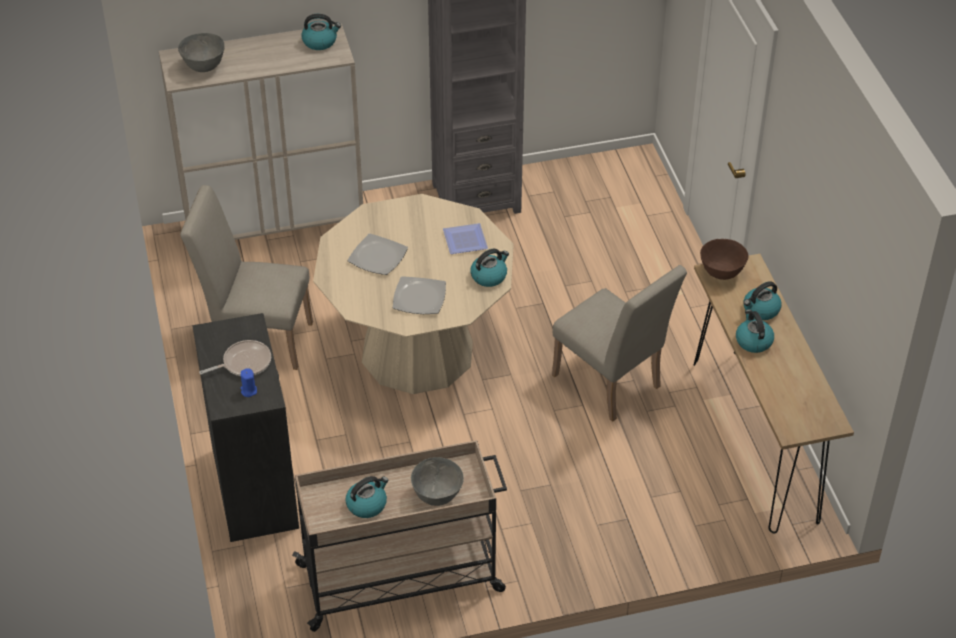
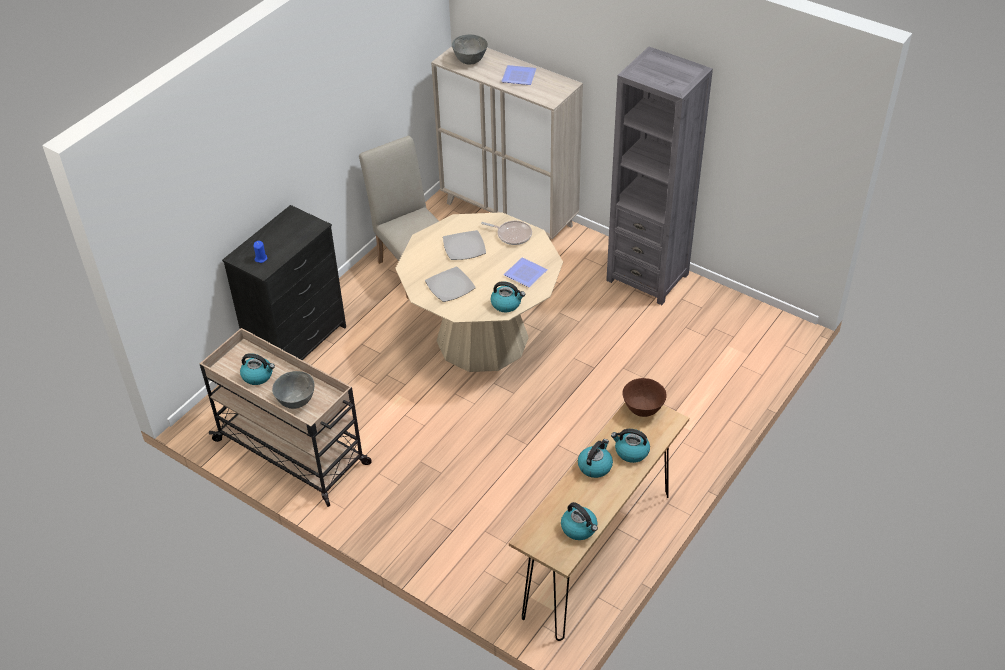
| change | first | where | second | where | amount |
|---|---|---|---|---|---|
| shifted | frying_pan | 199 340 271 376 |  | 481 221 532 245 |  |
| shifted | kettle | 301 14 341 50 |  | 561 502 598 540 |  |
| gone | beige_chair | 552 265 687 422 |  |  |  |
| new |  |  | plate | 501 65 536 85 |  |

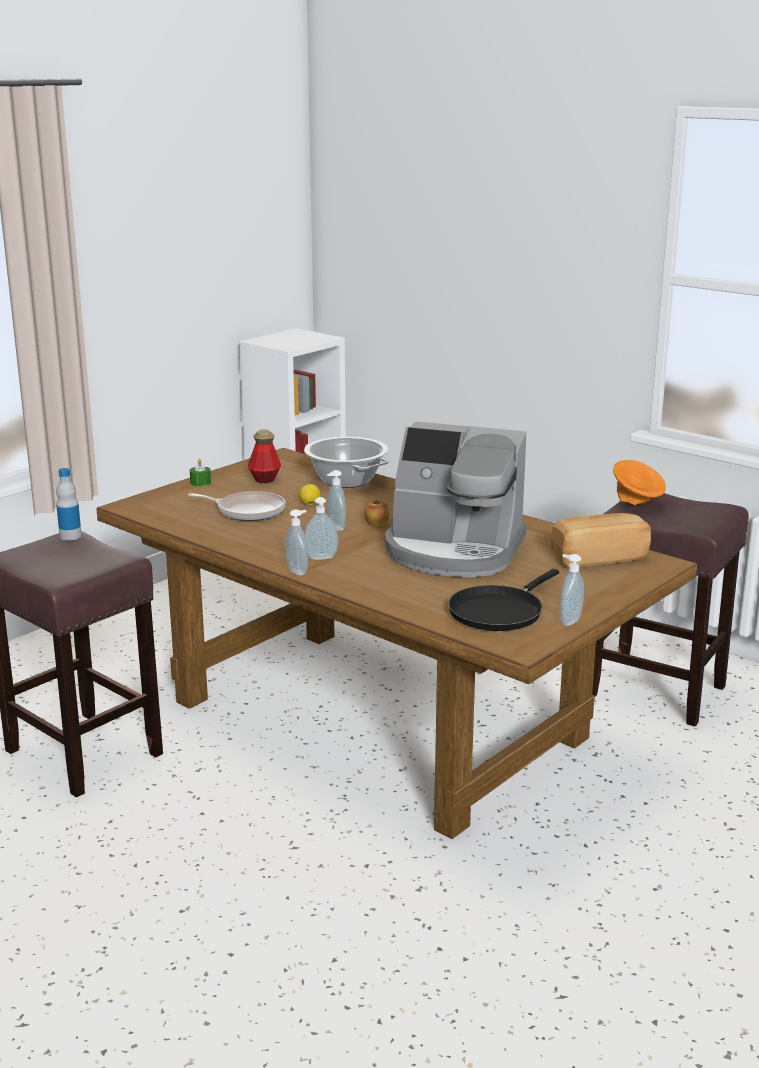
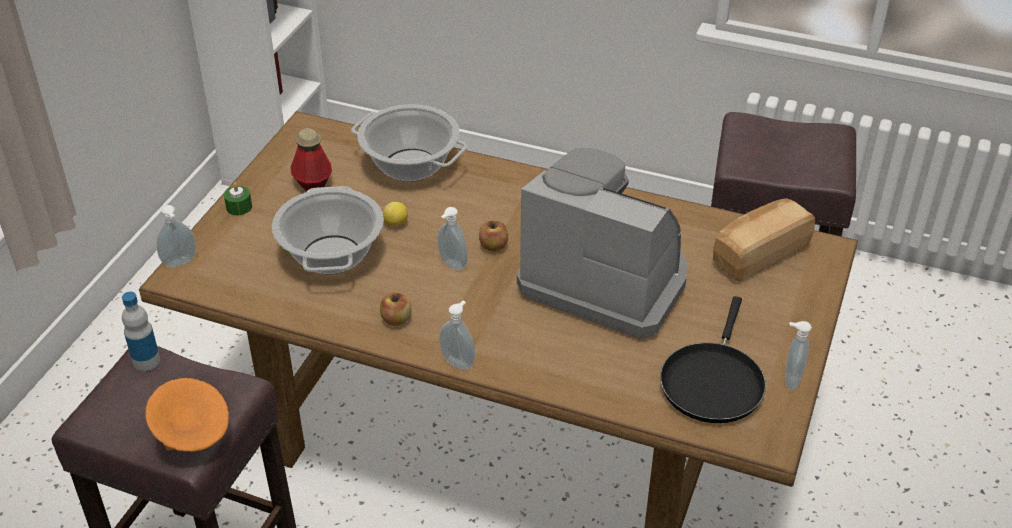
| change | first | where | second | where | amount |
|---|---|---|---|---|---|
| swapped | frying_pan | 188 491 285 521 | cooking_pot | 272 186 384 274 |  |
| shifted | soap_dispenser | 304 497 338 560 |  | 157 205 196 268 |  |
| rotated | coffee_machine | 385 422 527 577 |  | 517 148 687 339 | 150 degrees counterclockwise |
| shifted | orange_bowl | 613 460 666 505 |  | 145 378 229 452 |  |
| new |  |  | apple | 380 292 411 326 |  |

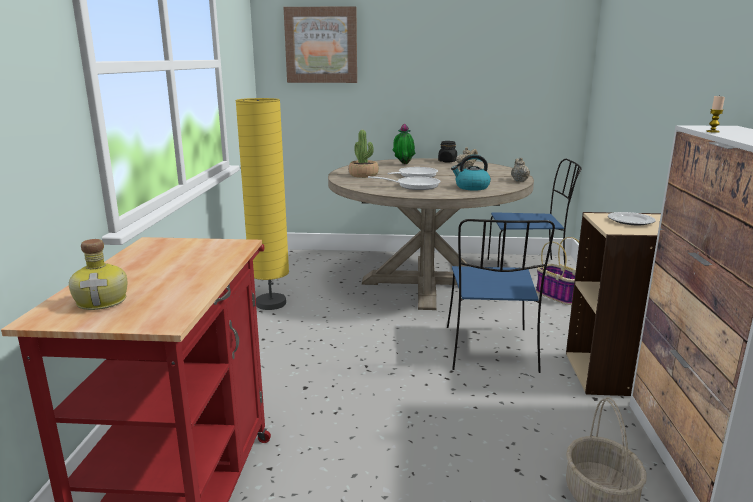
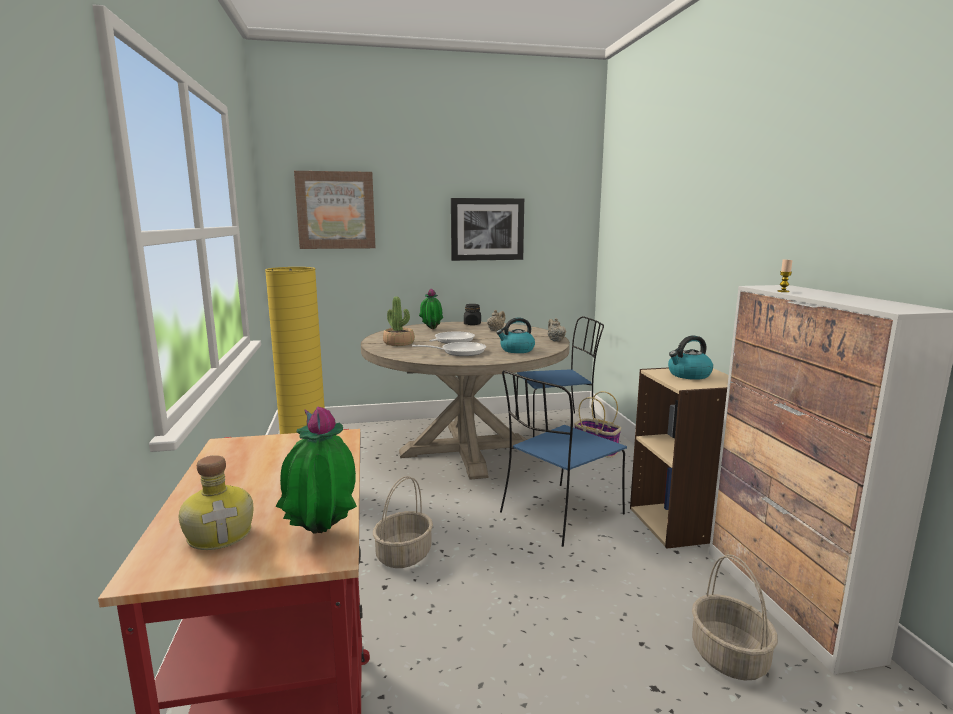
| change | first | where | second | where | amount |
|---|---|---|---|---|---|
| rotated | blue_chair | 447 219 555 373 |  | 500 370 627 547 | 60 degrees clockwise |
| swapped | plate | 608 212 656 225 | kettle | 668 335 713 380 |  |
| new |  |  | potted_plant | 276 406 357 534 |  |
| new |  |  | basket | 373 476 433 568 |  |
| new |  |  | picture | 451 198 524 261 |  |

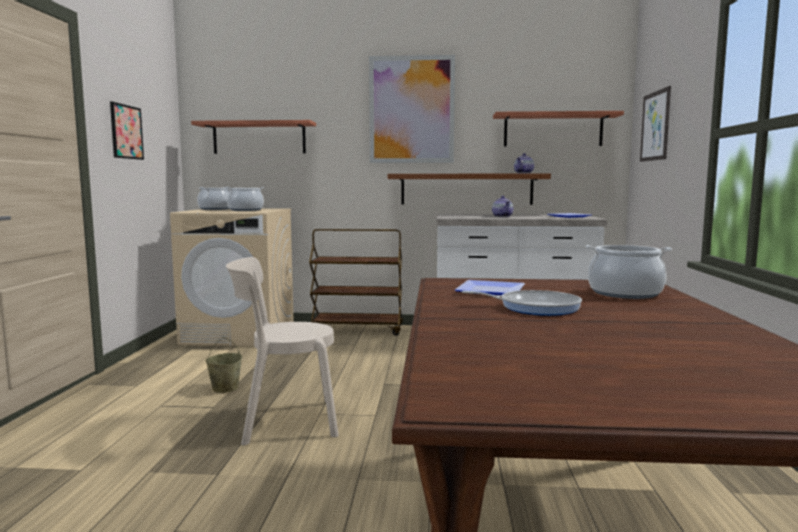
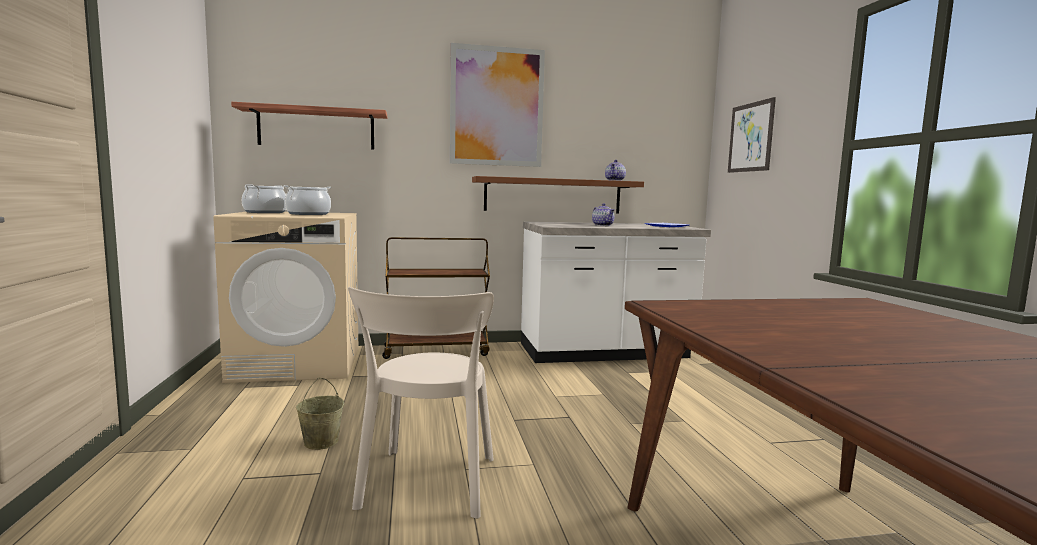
| change | first | where | second | where | amount |
|---|---|---|---|---|---|
| gone | picture | 110 102 144 160 |  |  |  |
| rotated | beige_chair | 226 257 339 446 |  | 348 287 494 518 | 60 degrees counterclockwise |
| gone | plate | 455 280 525 295 |  |  |  |
| gone | frying_pan | 462 290 582 316 |  |  |  |
| gone | shelf | 493 111 624 147 |  |  |  |
| gone | cooking_pot | 586 245 672 299 |  |  |  |

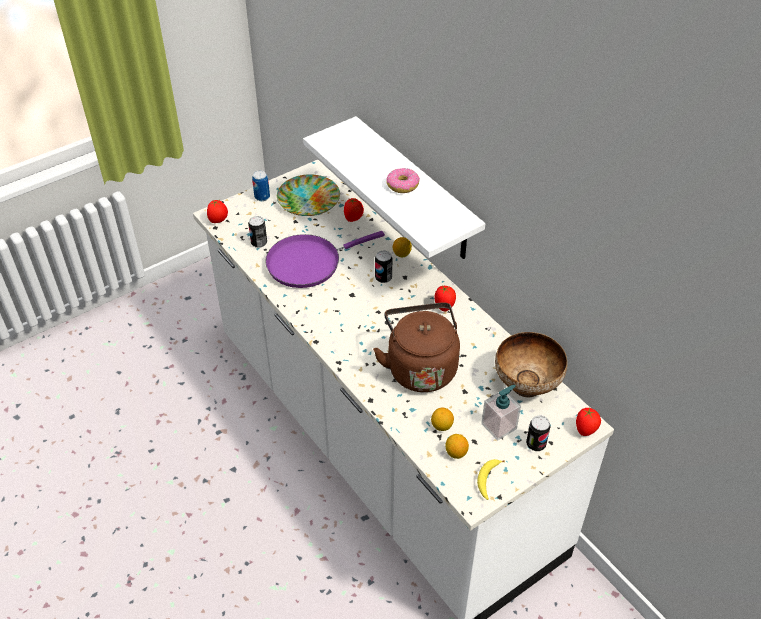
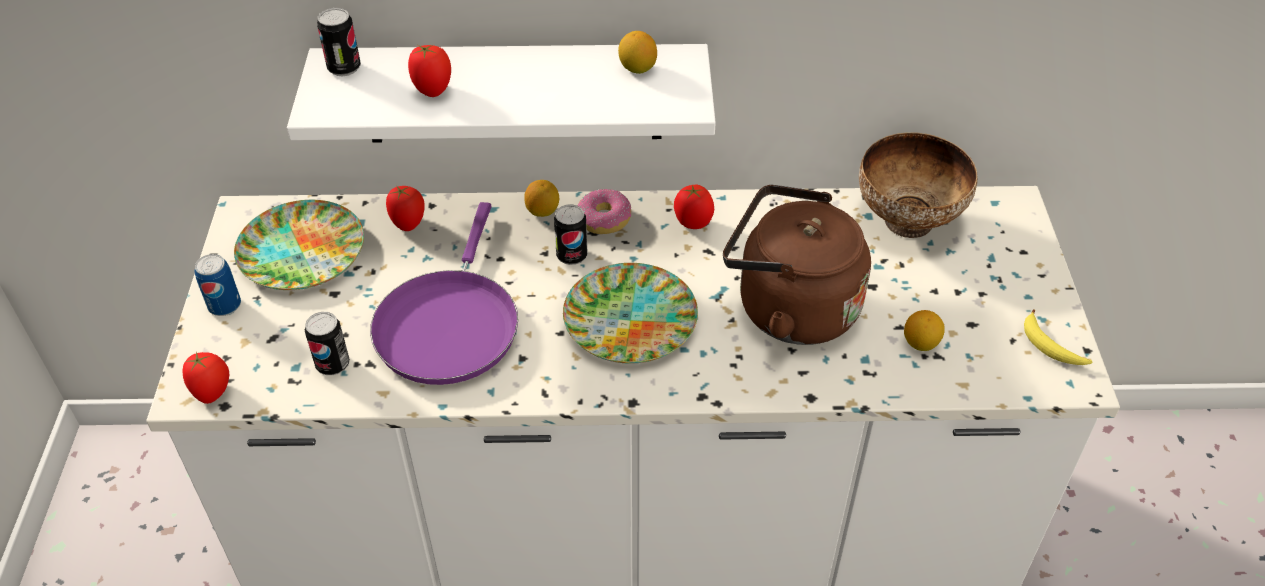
| change | first | where | second | where | amount |
|---|---|---|---|---|---|
| shifted | donut | 386 168 420 193 |  | 578 189 631 234 |  |
| shifted | lemon | 445 434 469 459 |  | 618 31 657 74 |  |
| gone | soap_dispenser | 481 385 521 441 |  |  |  |
| shifted | can | 526 415 551 451 |  | 317 8 361 76 |  |
| shifted | tomato | 576 408 601 436 |  | 408 45 451 97 |  |
| new |  |  | plate | 563 263 698 364 |  |

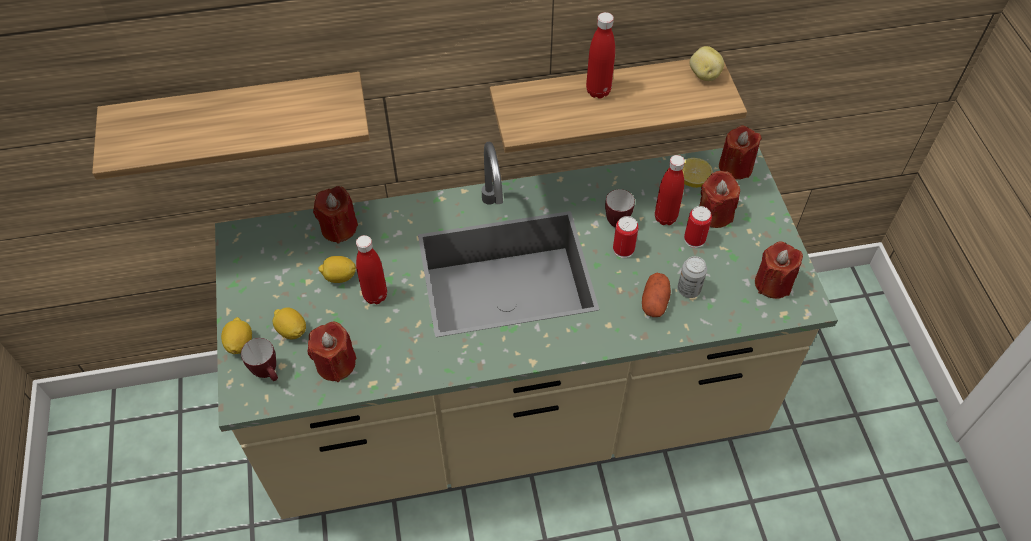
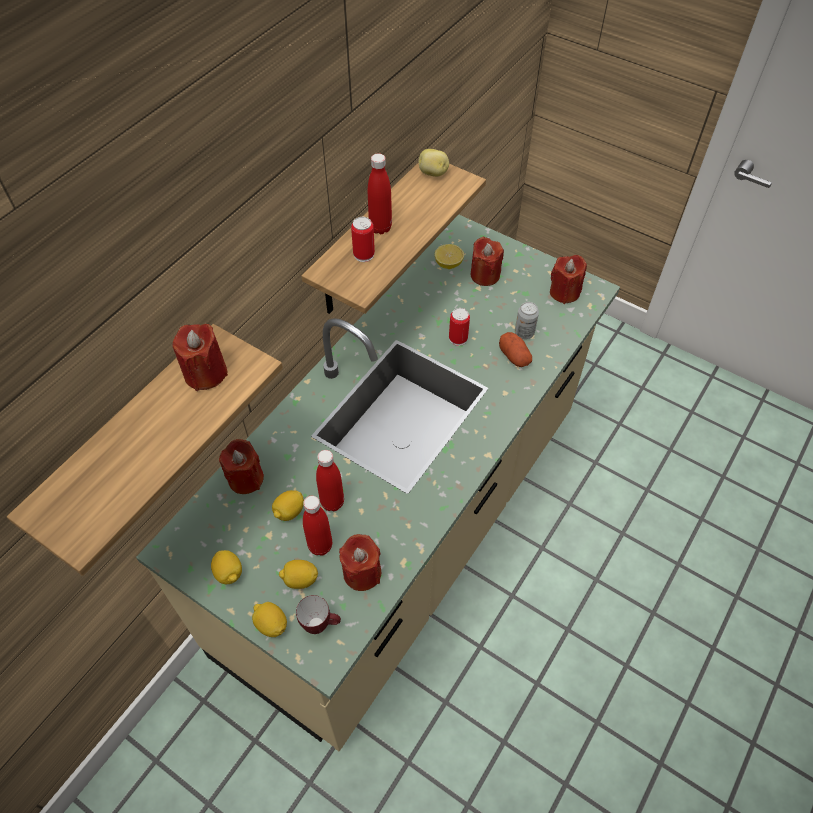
| change | first | where | second | where | amount |
|---|---|---|---|---|---|
| gone | mug | 605 189 635 228 |  |  |  |
| shifted | red_bottle | 655 155 685 225 |  | 303 496 332 556 |  |
| shifted | can | 684 206 712 248 |  | 351 217 375 262 |  |
| shifted | red_candle | 719 126 762 179 |  | 172 324 228 391 |  |
| new |  |  | lemon | 211 550 242 584 |  |

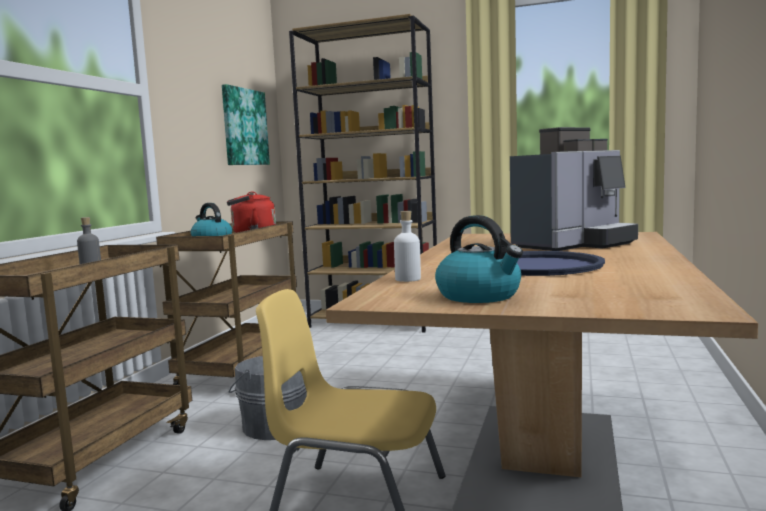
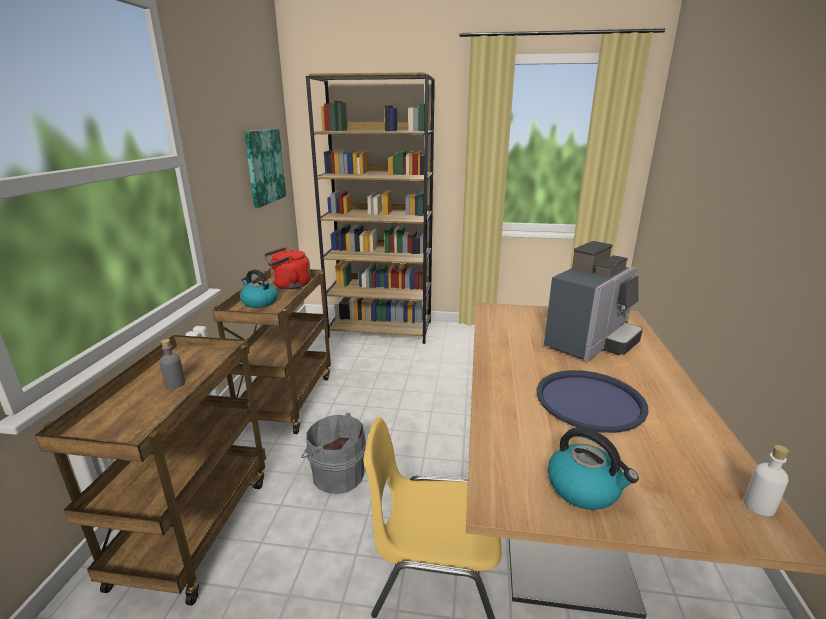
| change | first | where | second | where | amount |
|---|---|---|---|---|---|
| shifted | white_bottle | 394 211 421 282 |  | 744 445 789 516 |  |

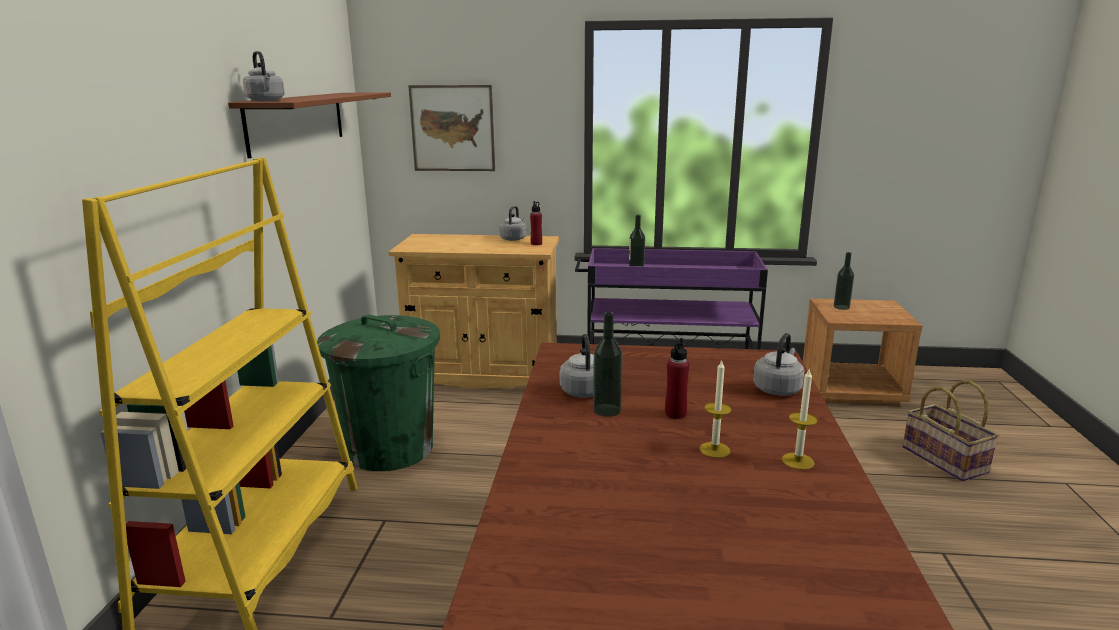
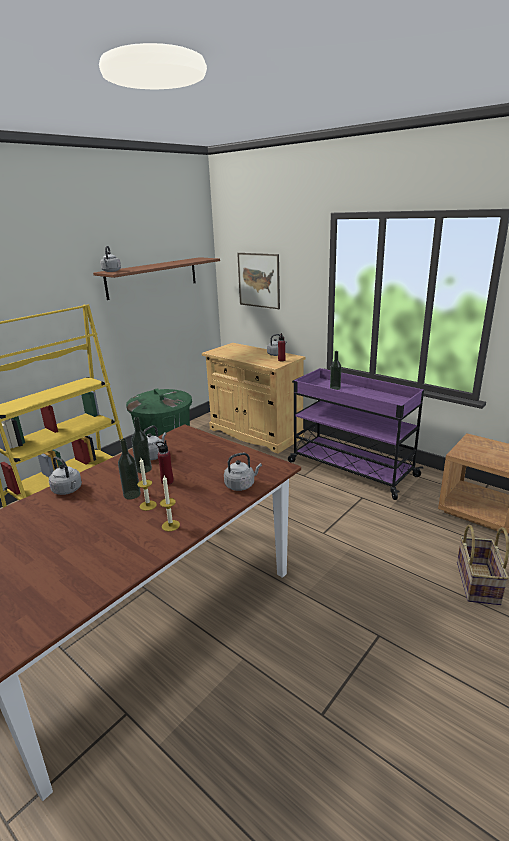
| change | first | where | second | where | amount |
|---|---|---|---|---|---|
| shifted | bottle | 834 252 854 310 |  | 118 438 141 500 |  |
| new |  |  | grey_kettle | 49 457 82 495 |  |

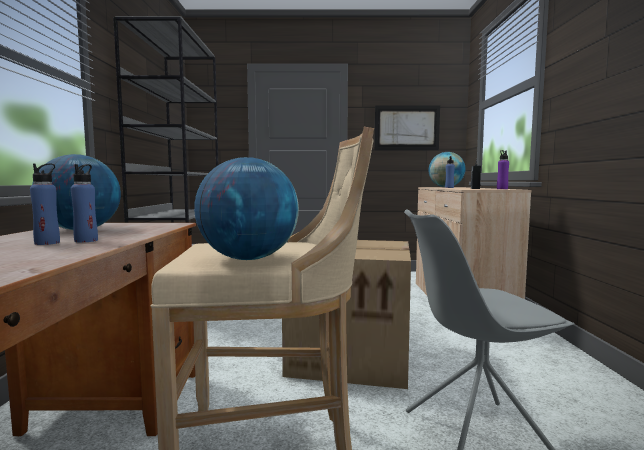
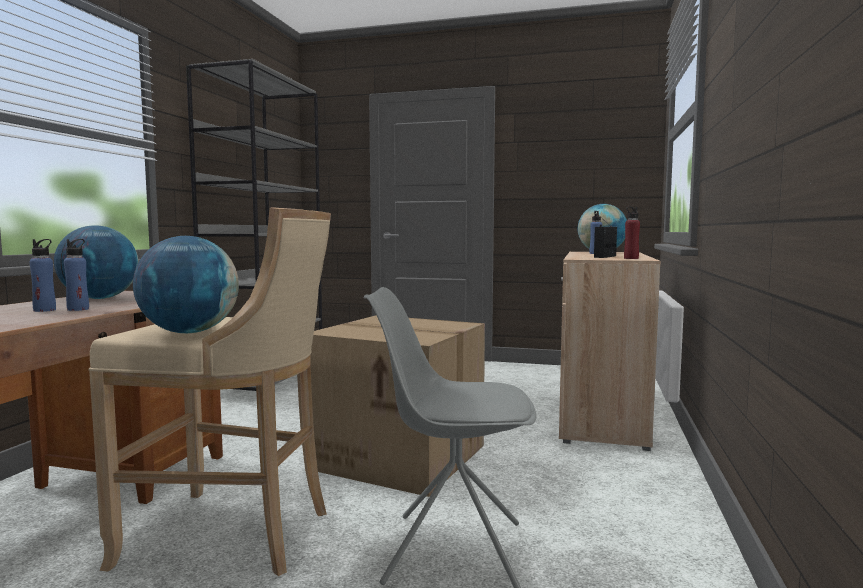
| change | first | where | second | where | amount |
|---|---|---|---|---|---|
| gone | picture | 374 105 440 150 |  |  |  |
| repainted | purple_bottle | 497 150 509 189 | red_bottle | 624 206 640 259 |  |

